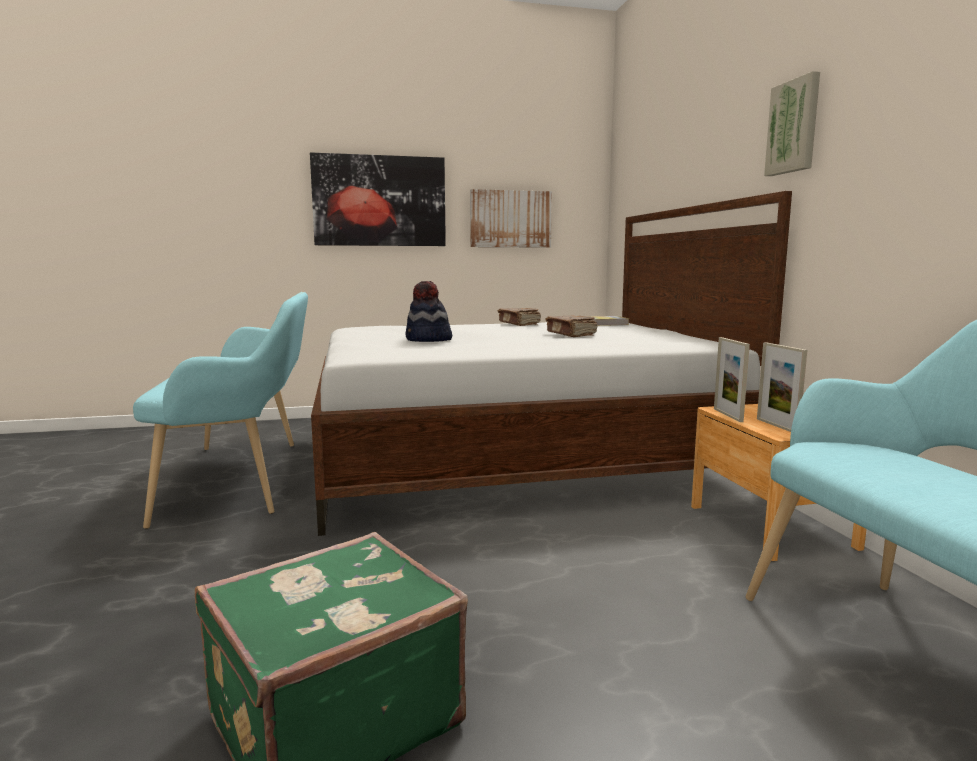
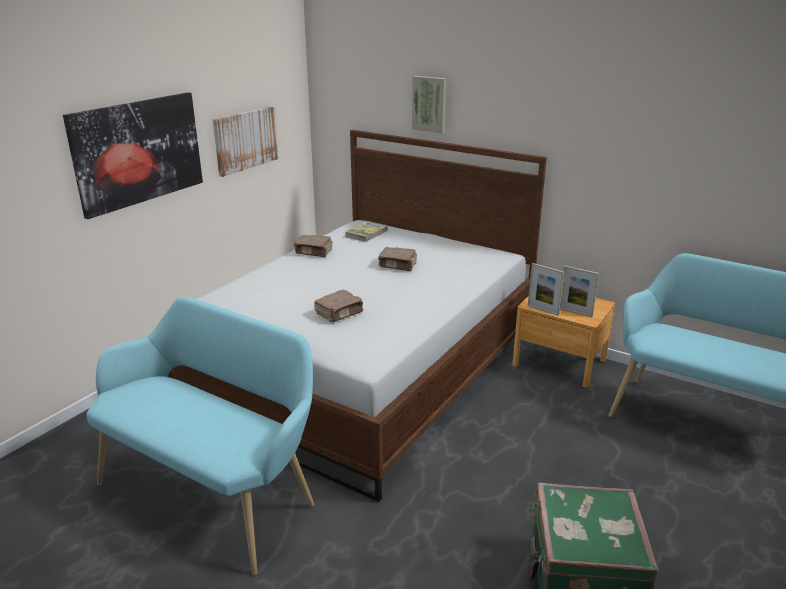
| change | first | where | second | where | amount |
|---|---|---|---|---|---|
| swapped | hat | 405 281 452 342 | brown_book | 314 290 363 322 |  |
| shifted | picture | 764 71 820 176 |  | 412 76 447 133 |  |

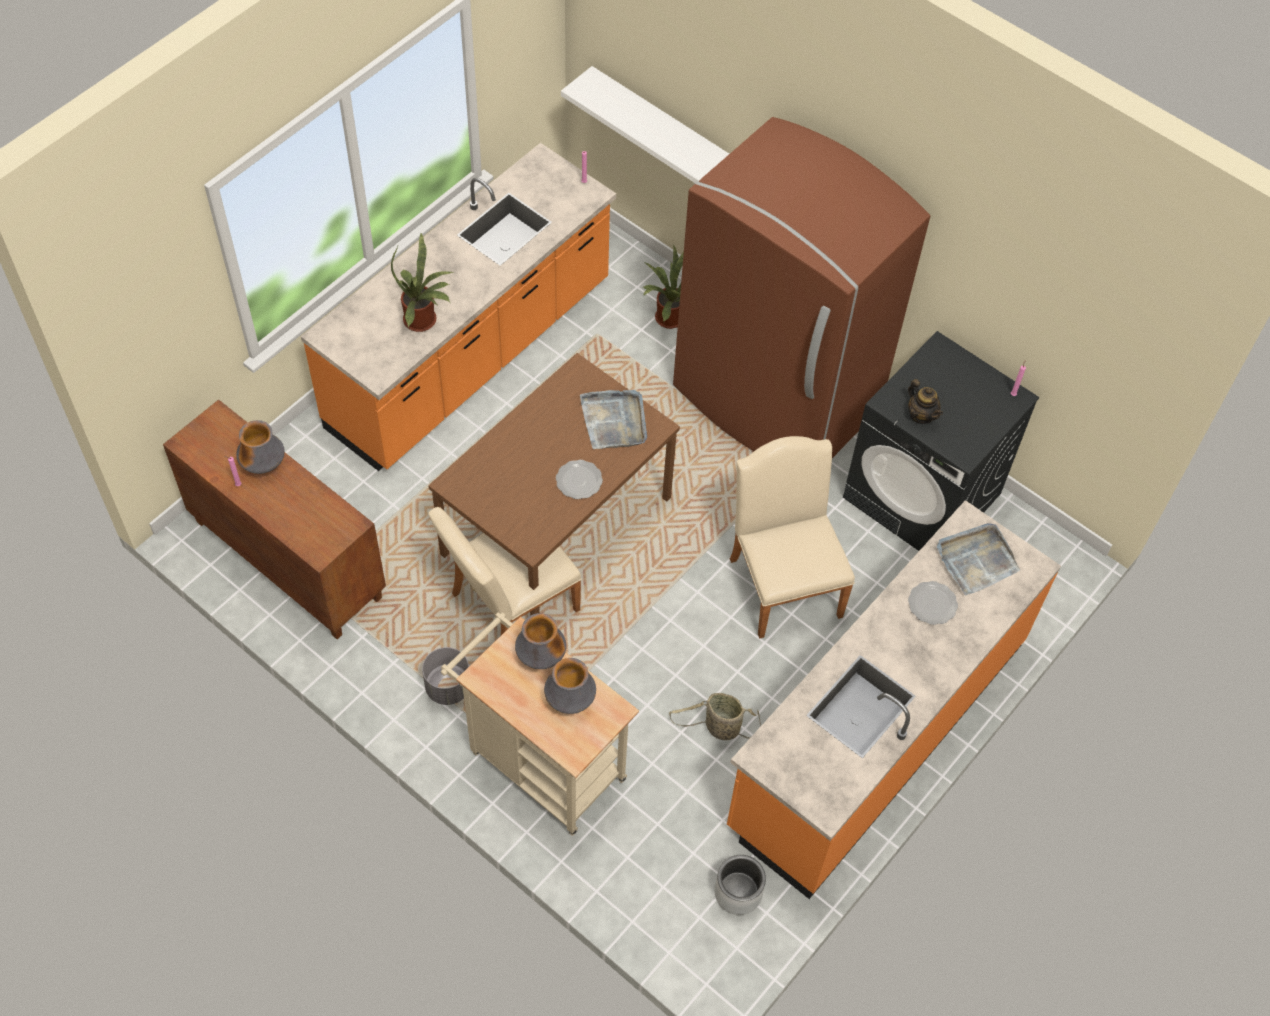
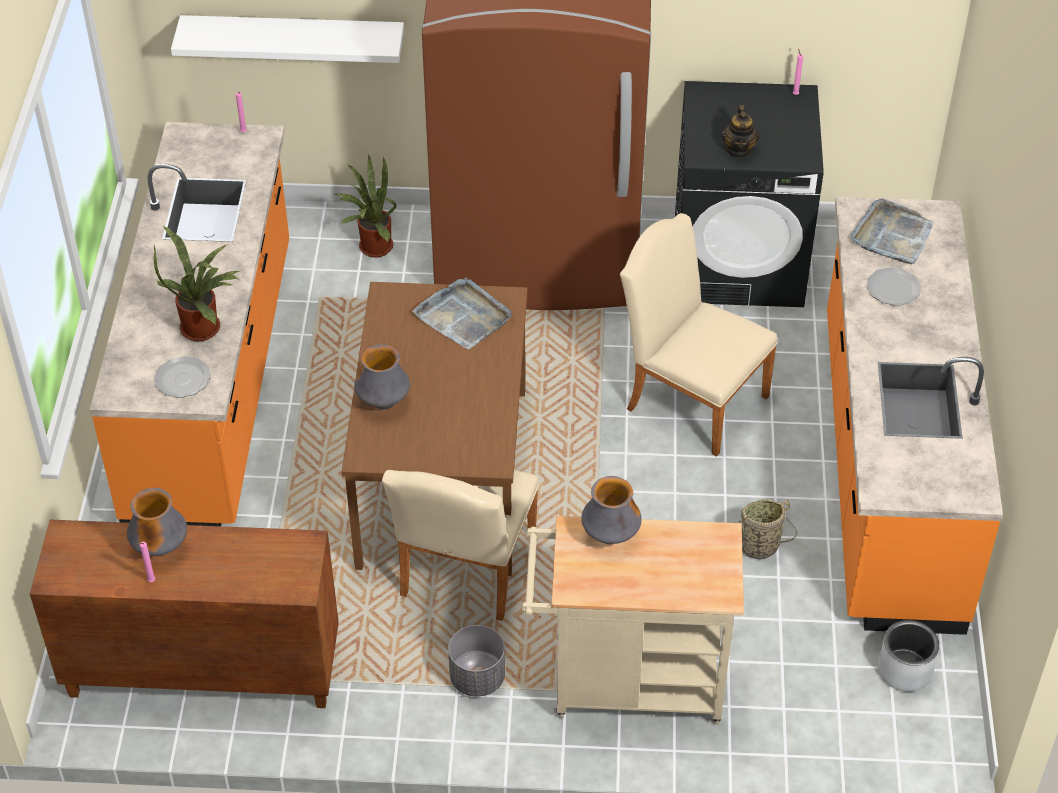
| change | first | where | second | where | amount |
|---|---|---|---|---|---|
| shifted | vase | 544 658 596 714 |  | 354 344 410 410 |  |
| shifted | plate | 556 460 603 499 |  | 154 356 211 398 |  |
| rotated | teapot | 908 379 943 424 |  | 722 105 759 158 | 75 degrees clockwise |

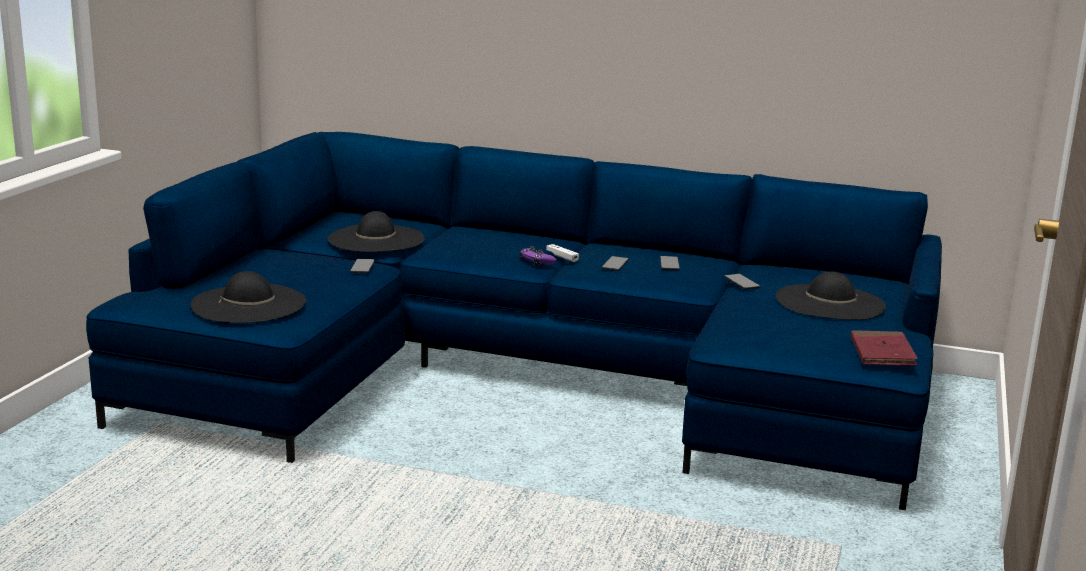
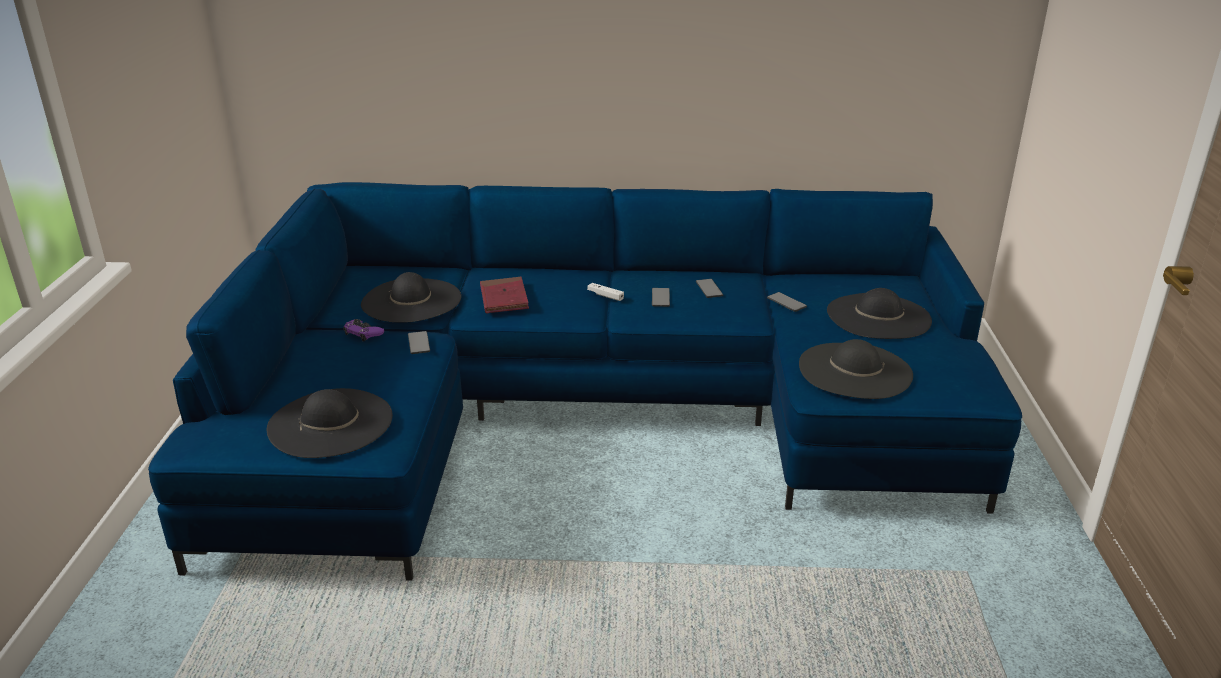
| change | first | where | second | where | amount |
|---|---|---|---|---|---|
| shifted | purple_game_controller | 519 246 557 266 |  | 343 319 384 342 |  |
| shifted | red_book | 851 330 918 366 |  | 480 277 529 313 |  |
| new |  |  | black_hat | 799 339 913 399 |  |

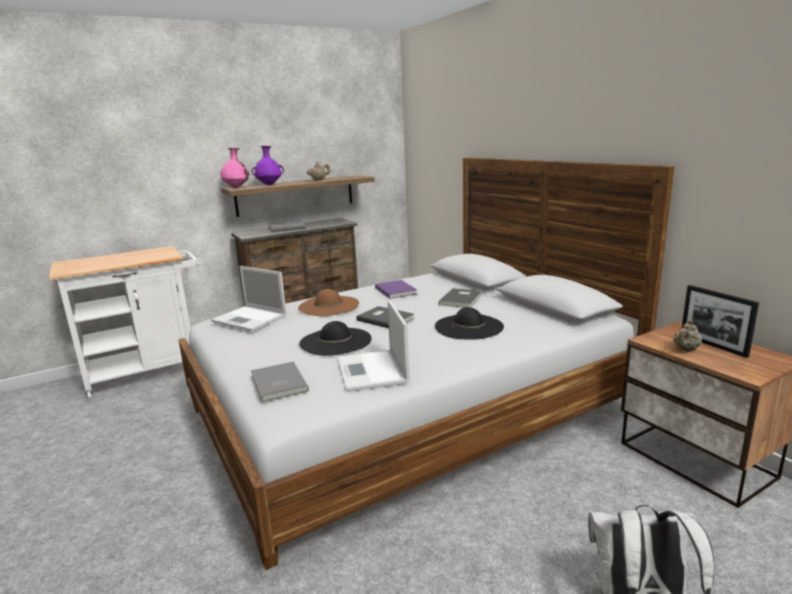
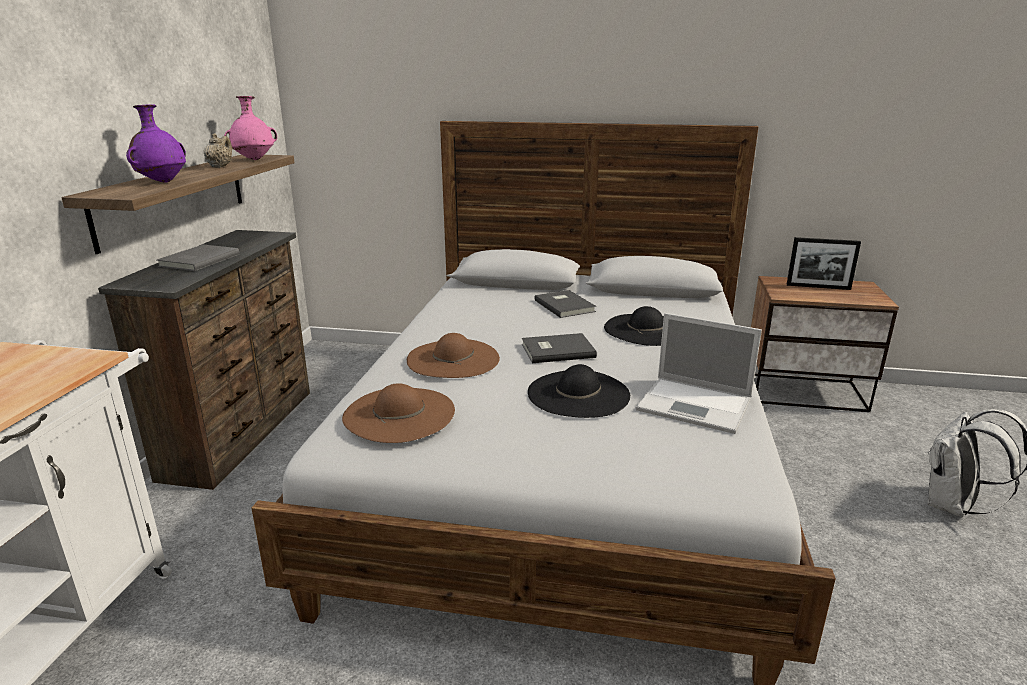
| change | first | where | second | where | amount |
|---|---|---|---|---|---|
| swapped | laptop | 211 266 286 331 | brown_hat | 342 383 455 443 |  |
| shifted | pink_vase | 220 148 249 188 |  | 224 96 277 160 |  |
| gone | grey_book | 251 362 309 402 |  |  |  |
| gone | purple_book | 375 280 417 299 |  |  |  |
| gone | beige_teapot | 673 320 702 351 |  |  |  |

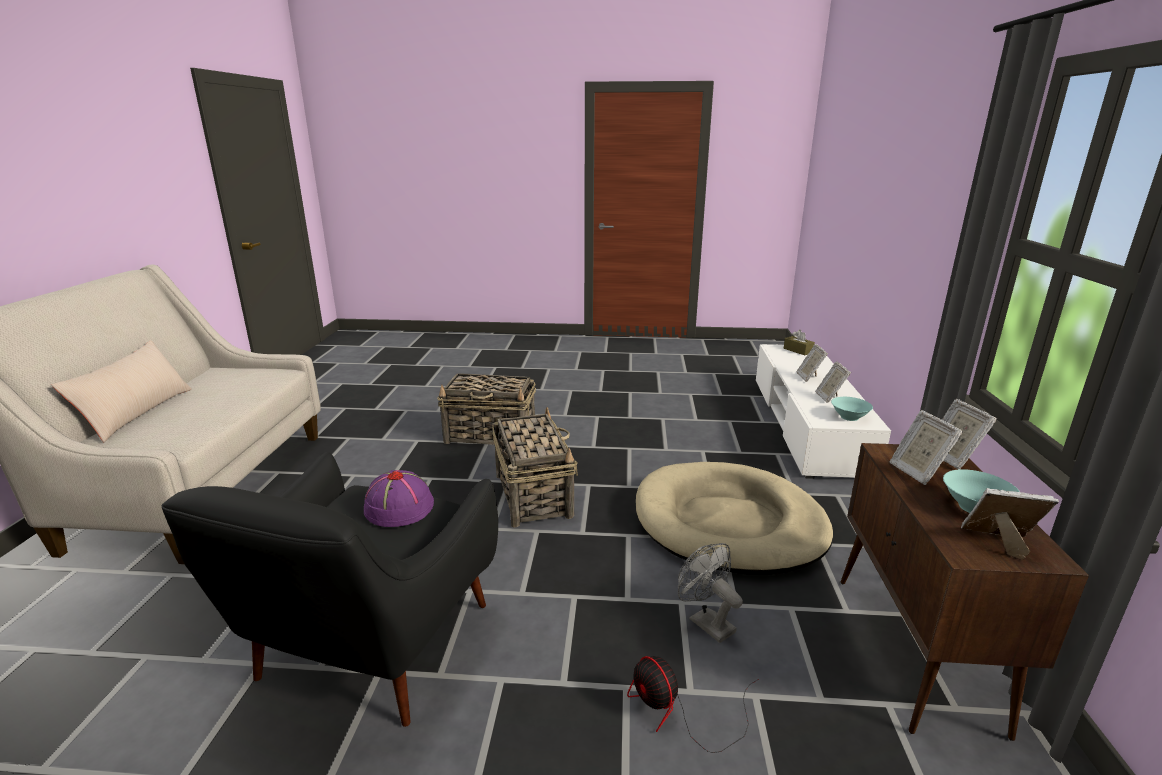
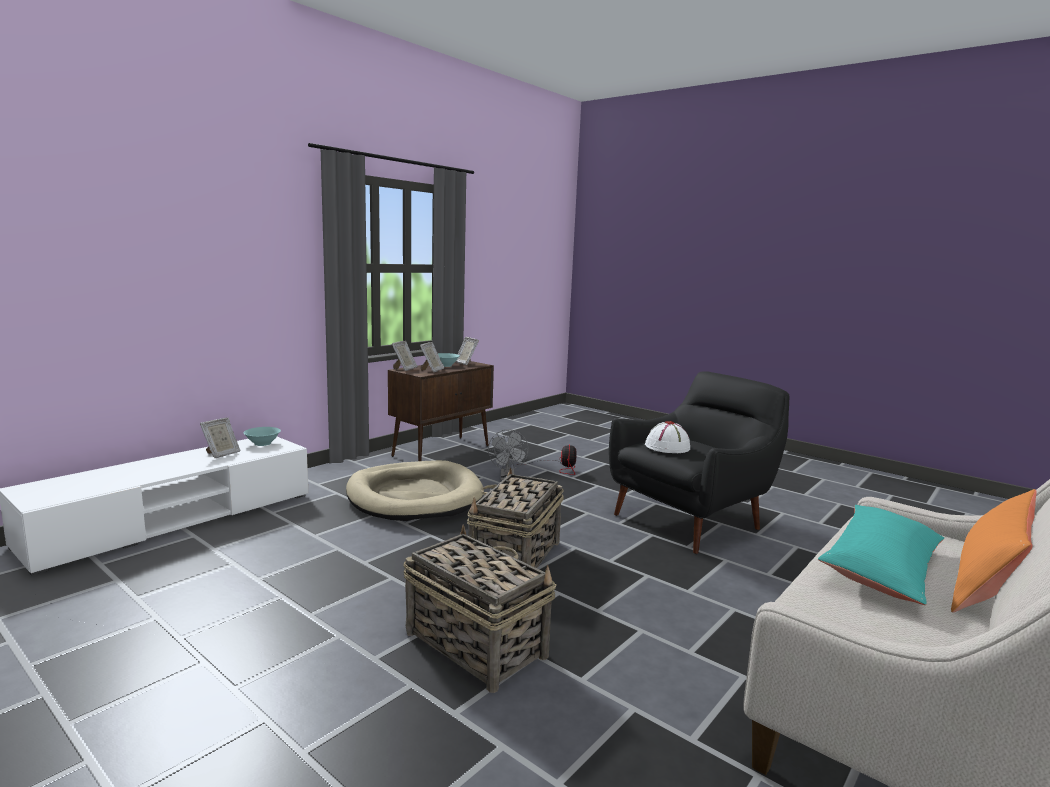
| change | first | where | second | where | amount |
|---|---|---|---|---|---|
| repainted | beige_pillow | 52 340 192 442 | orange_pillow | 951 489 1037 613 |  |
| repainted | purple_hat | 364 470 434 527 | white_hat | 645 421 690 453 |  |
| gone | brown_tissue_box | 784 330 815 355 |  |  |  |
| gone | picture_frame | 796 344 828 382 |  |  |  |
| new |  |  | turquoise_pillow | 818 505 944 605 |  |

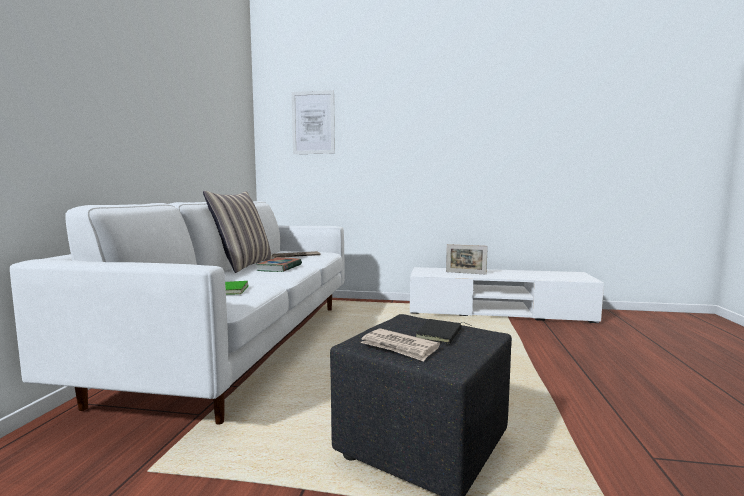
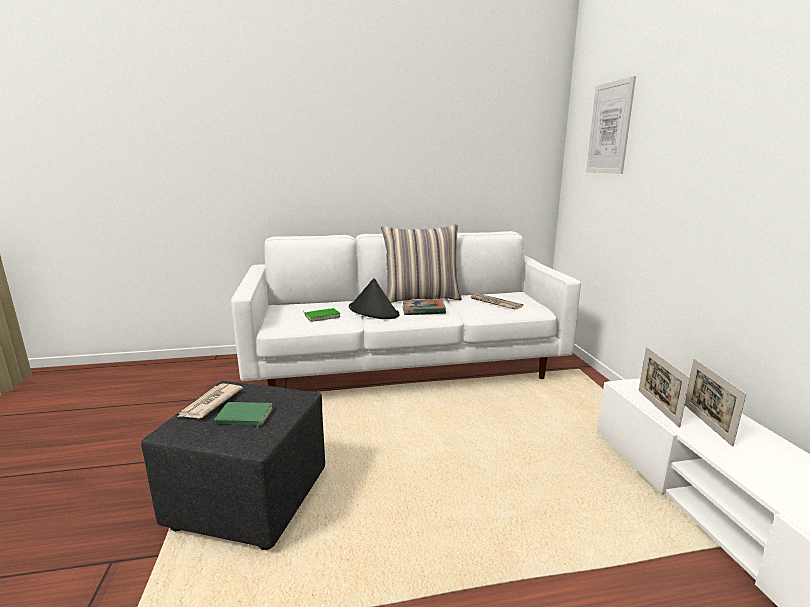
| change | first | where | second | where | amount |
|---|---|---|---|---|---|
| repainted | black_book | 416 319 471 344 | green_book | 214 402 273 428 |  |
| new |  |  | black_hat | 349 278 399 319 |  |
| new |  |  | picture_frame | 639 347 690 428 |  |

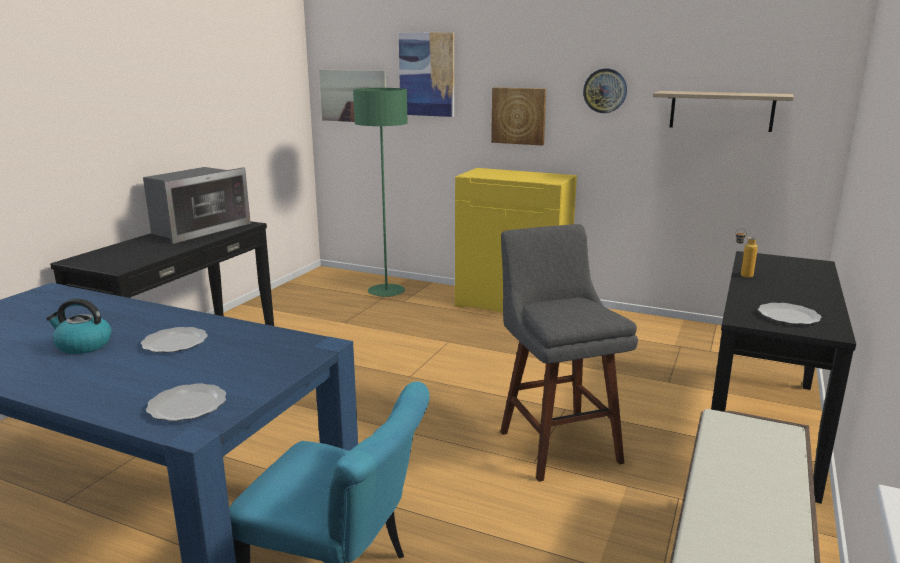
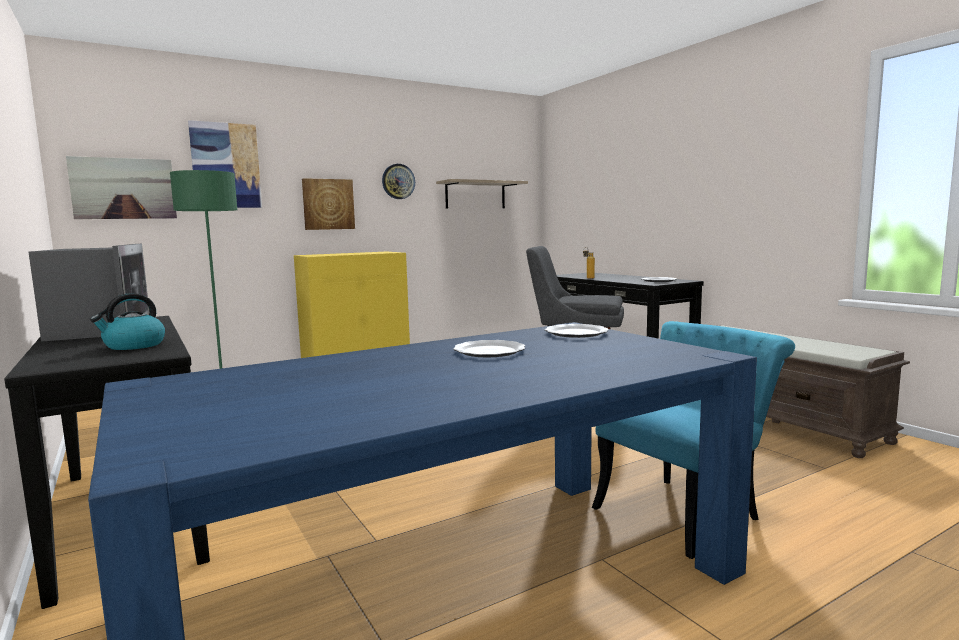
| change | first | where | second | where | amount |
|---|---|---|---|---|---|
| shifted | kettle | 46 298 112 354 |  | 90 293 165 350 |  |
| shifted | plate | 146 383 226 421 |  | 545 324 609 338 |  |

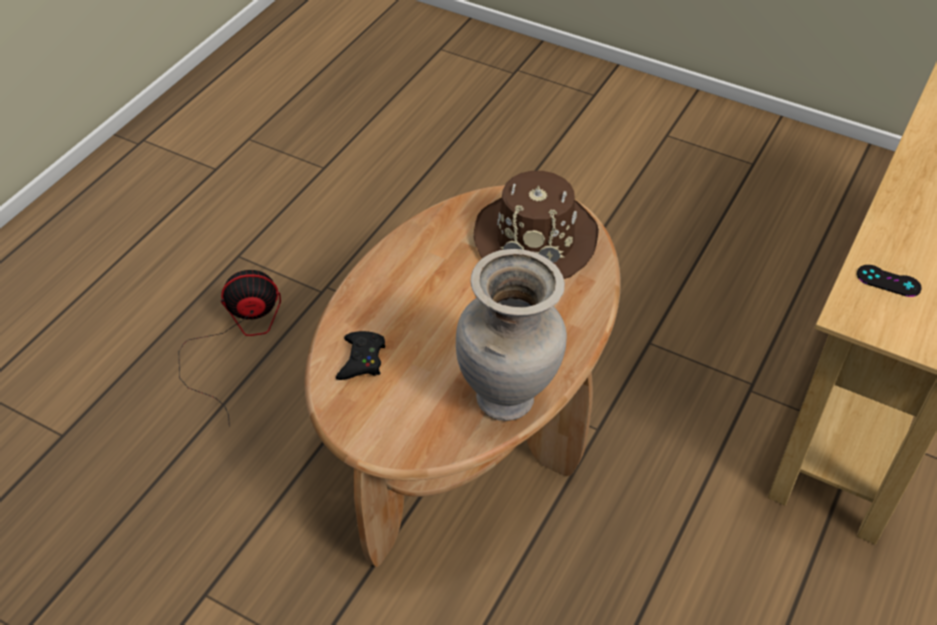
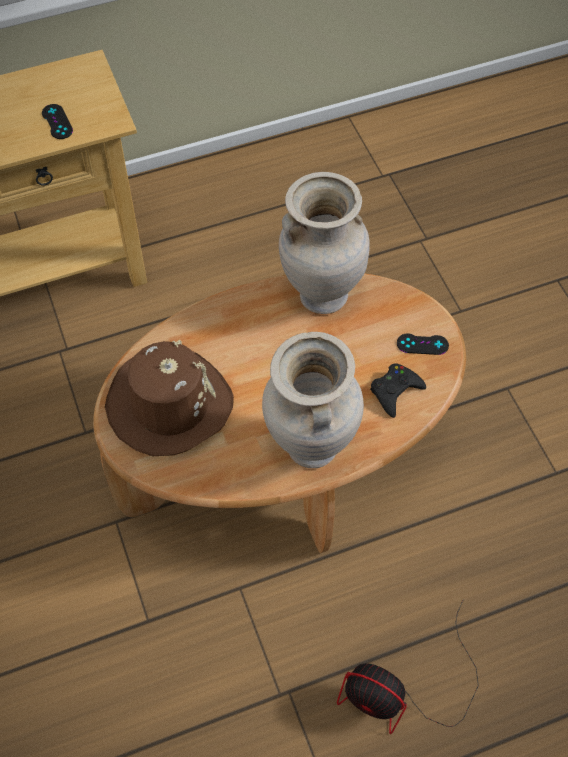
| change | first | where | second | where | amount |
|---|---|---|---|---|---|
| new |  |  | beige_vase | 262 332 364 468 |  |
| new |  |  | black_game_controller | 397 333 449 355 |  |

